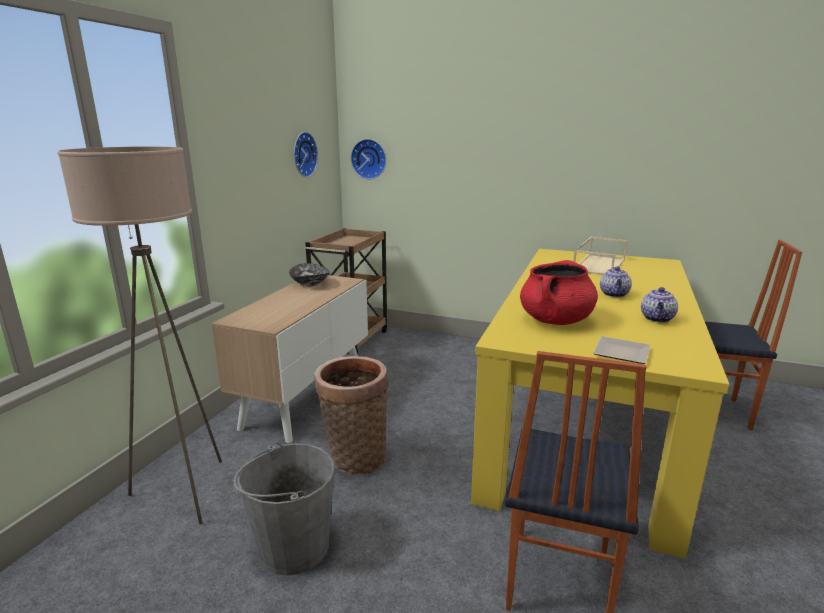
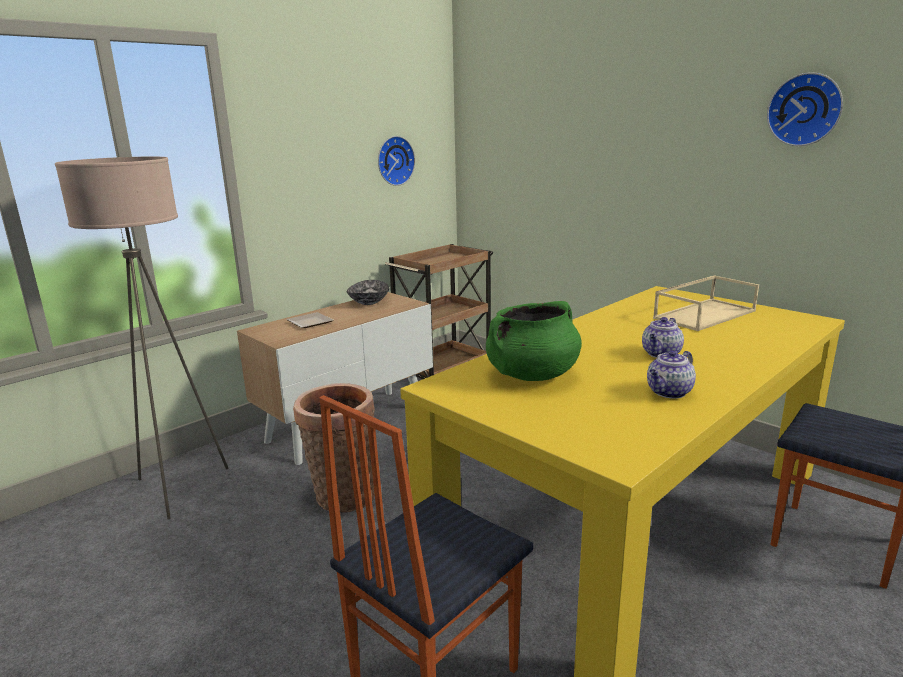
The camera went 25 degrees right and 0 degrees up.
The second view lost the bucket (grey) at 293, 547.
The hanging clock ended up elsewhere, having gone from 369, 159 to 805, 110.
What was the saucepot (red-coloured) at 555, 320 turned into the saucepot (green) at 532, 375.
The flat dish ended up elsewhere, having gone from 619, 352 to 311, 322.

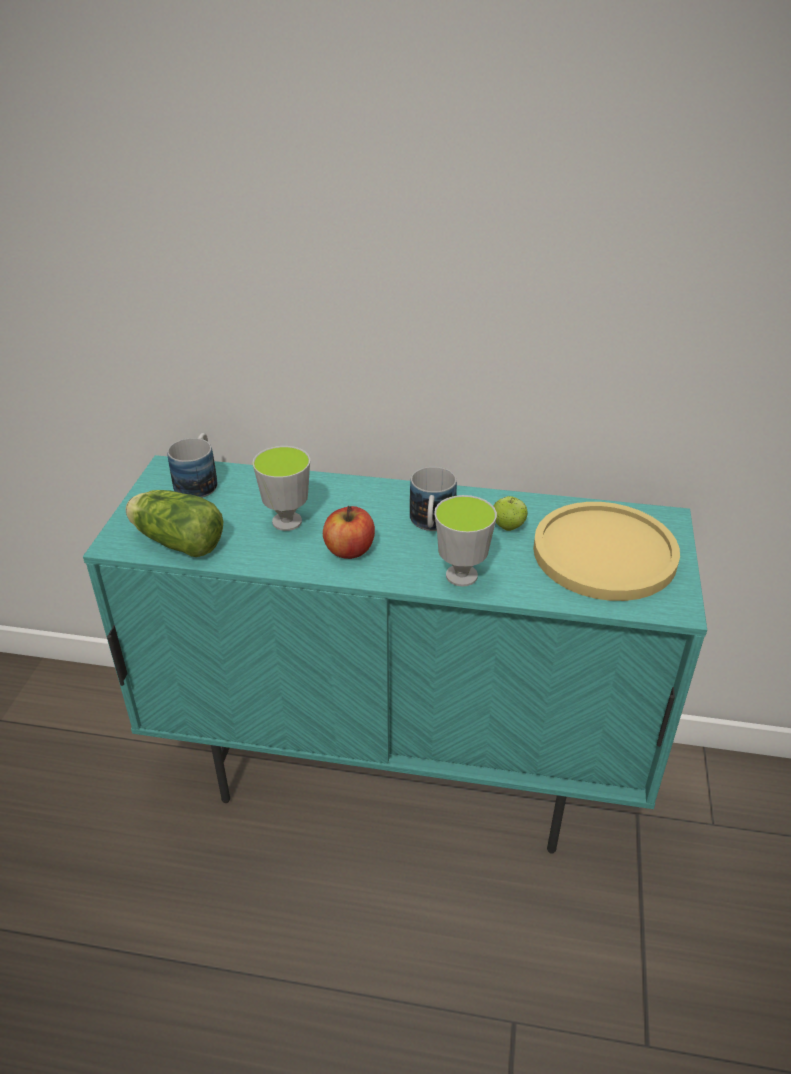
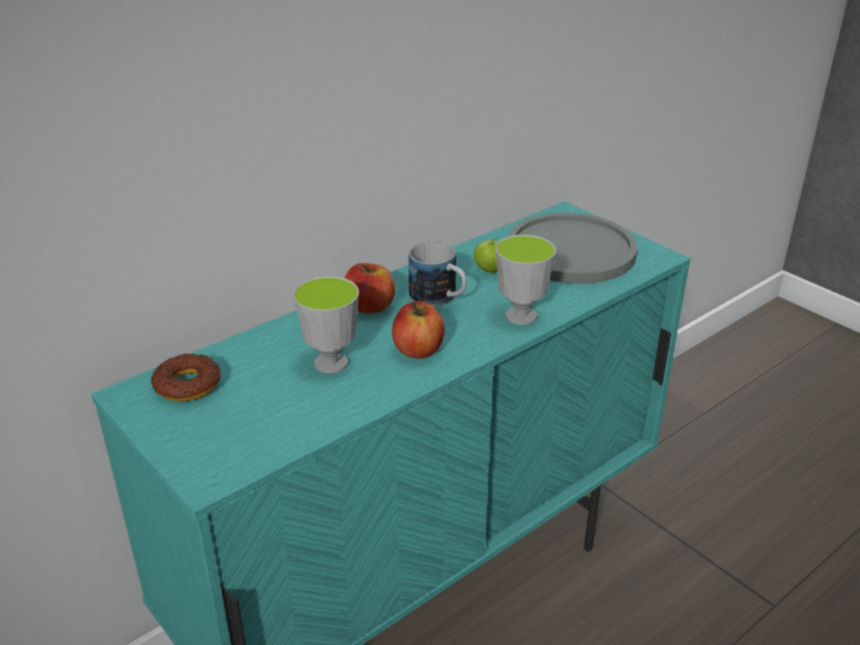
The camera went 50 degrees left and 5 degrees down.
The second view lost the head of lettuce at 175, 541.
Where the tea mug stood at 199, 481, the ring doughnut came to stand at 187, 384.
What was the flat dish (yellow-coloured) at 604, 553 turned into the flat dish (grey) at 571, 251.
The second view gained the apple at 370, 307.

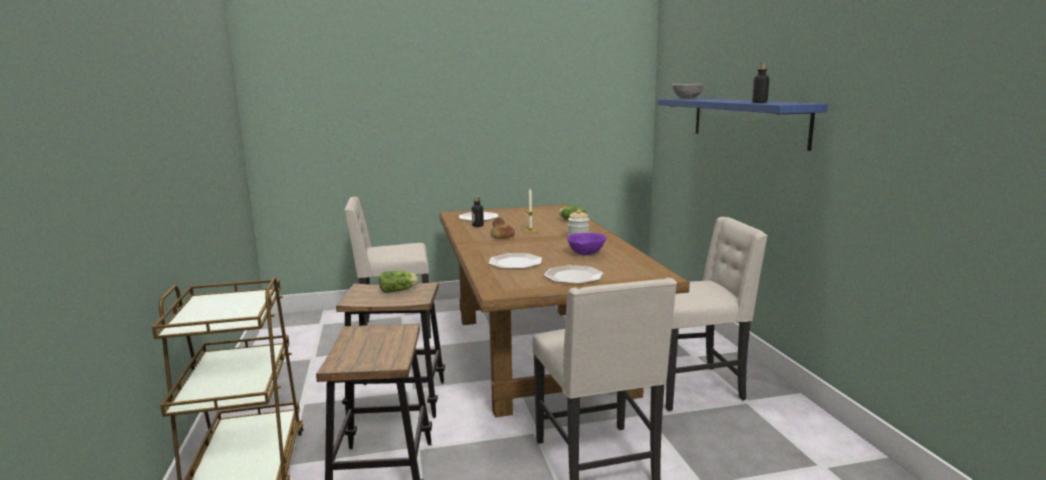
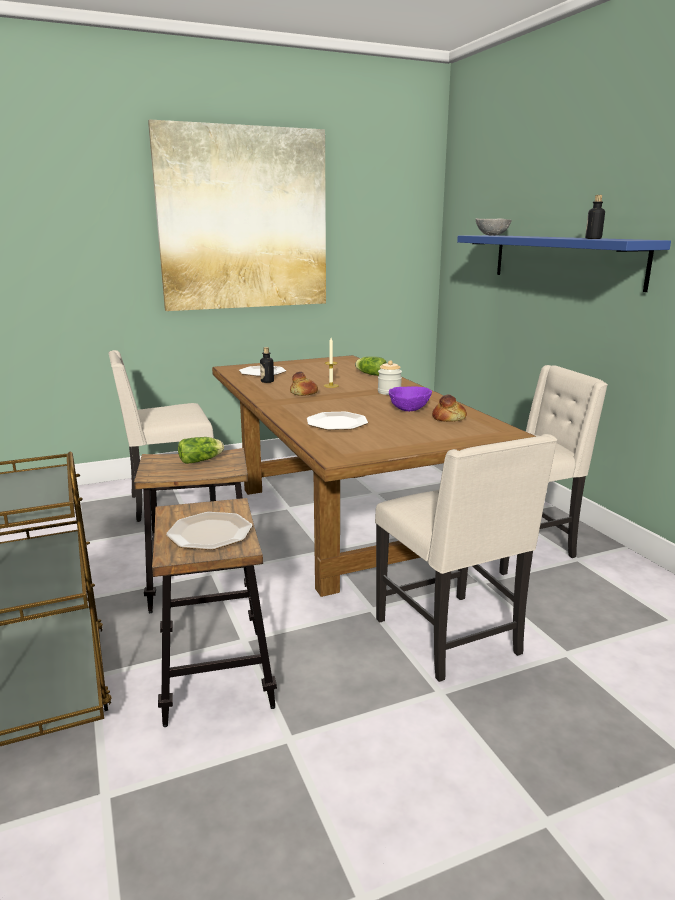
The camera went 10 degrees left and 5 degrees up.
The flat dish ended up elsewhere, having gone from 574, 276 to 210, 533.
The second view gained the picture at 243, 220.
The second view gained the bread at 449, 418.

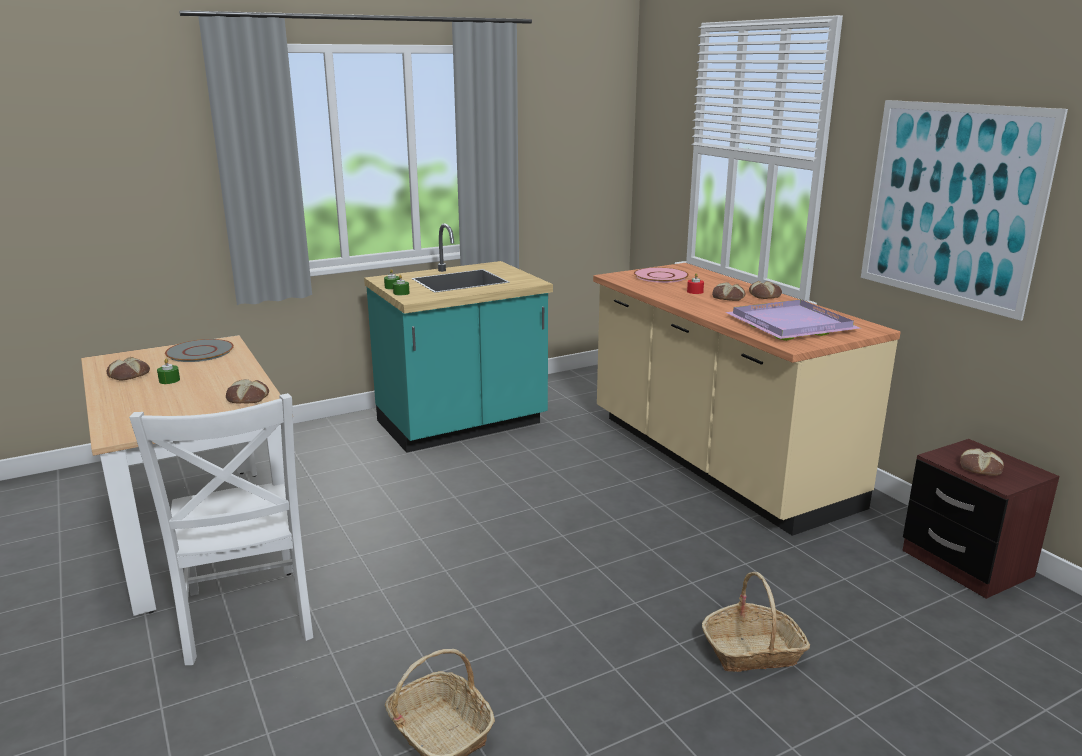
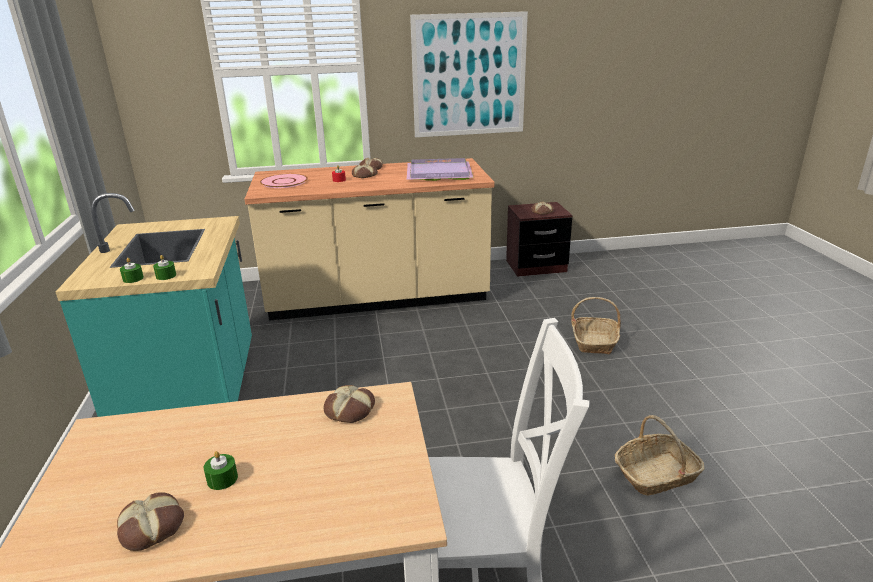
The camera went 70 degrees left and 5 degrees up.
The second view lost the flat dish (grey) at 200, 352.

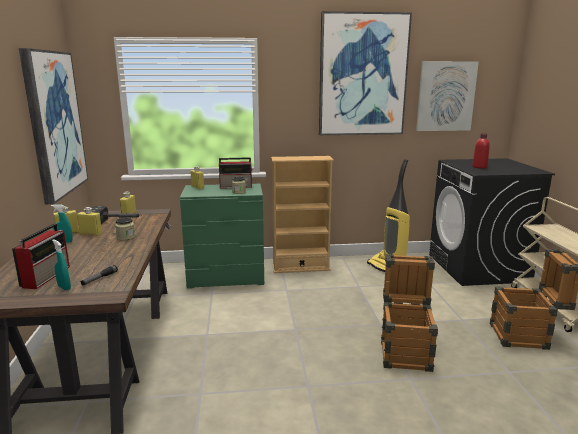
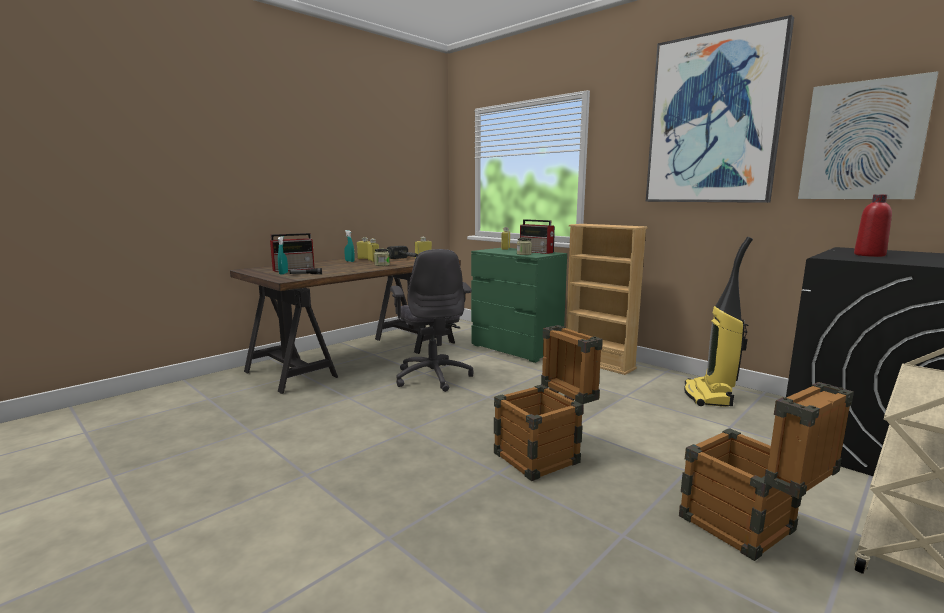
The camera went 50 degrees right and 5 degrees down.
The second view lost the picture at 54, 124.
The second view gained the desk chair (grey) at 433, 377.

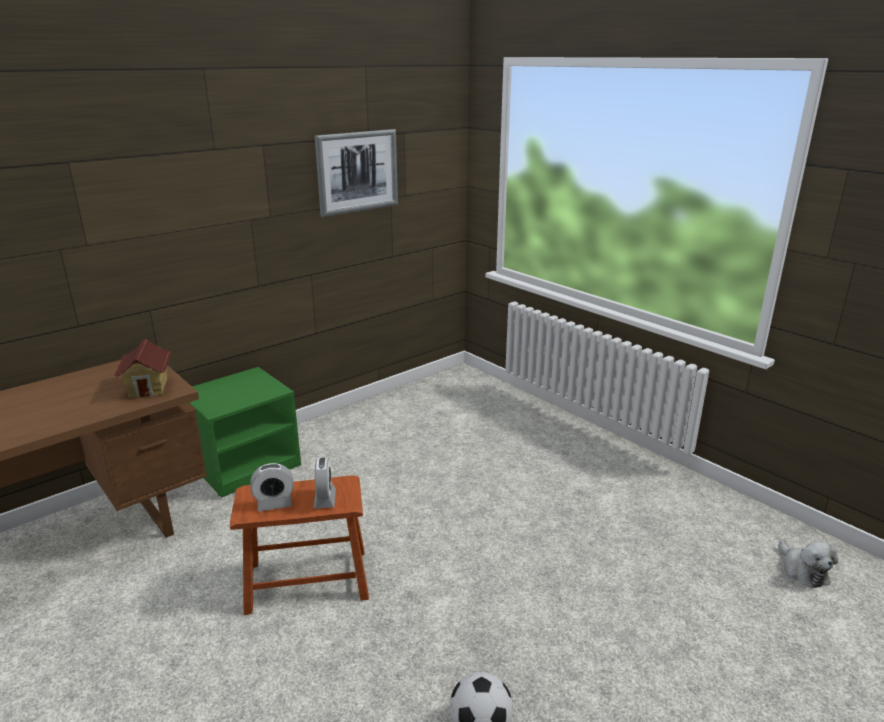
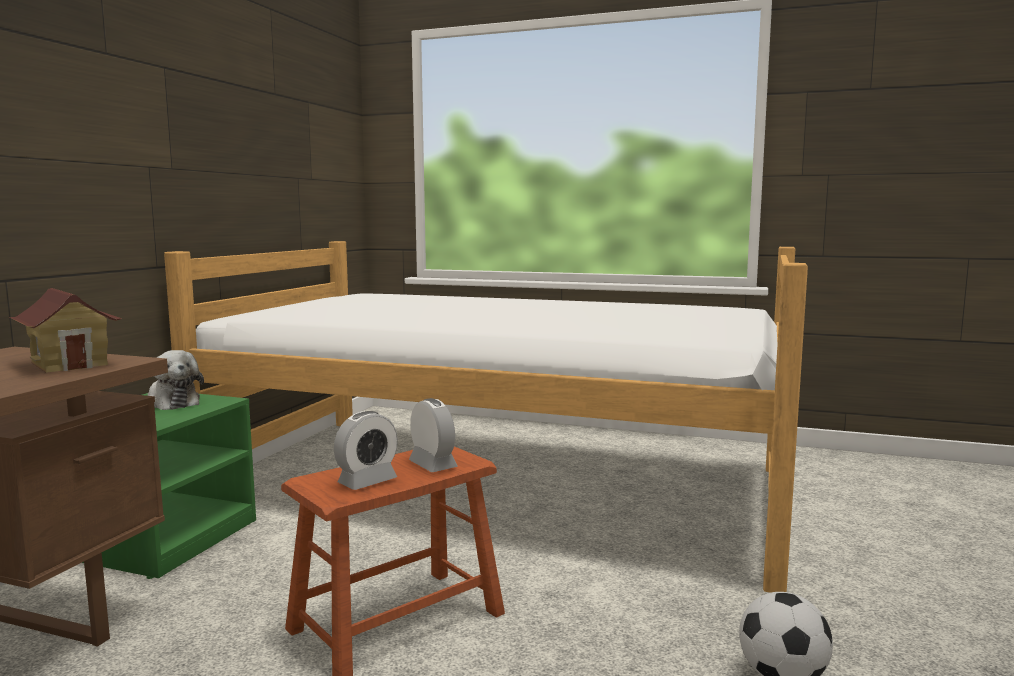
The camera went 30 degrees left and 15 degrees down.
The second view lost the picture at 357, 172.
The cuddly toy ended up elsewhere, having gone from 802, 570 to 172, 402.
The second view gained the bedroom bed at 498, 483.

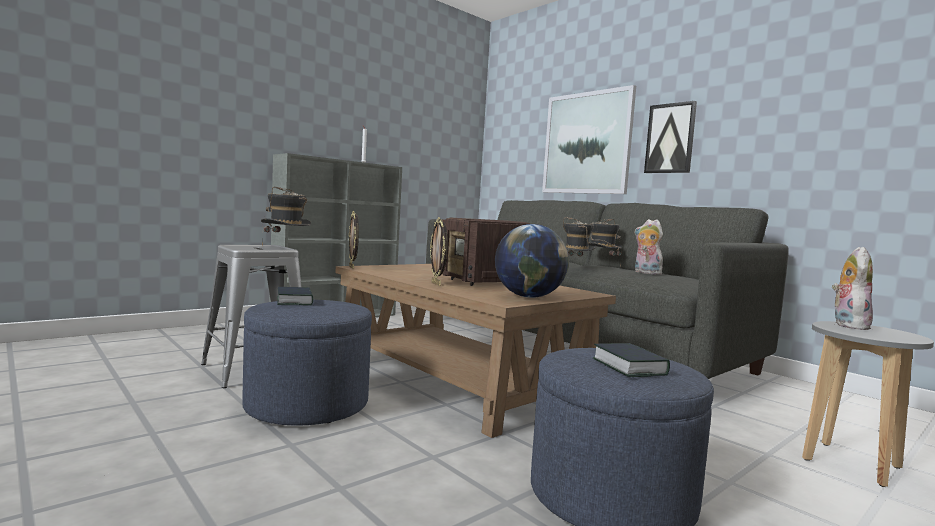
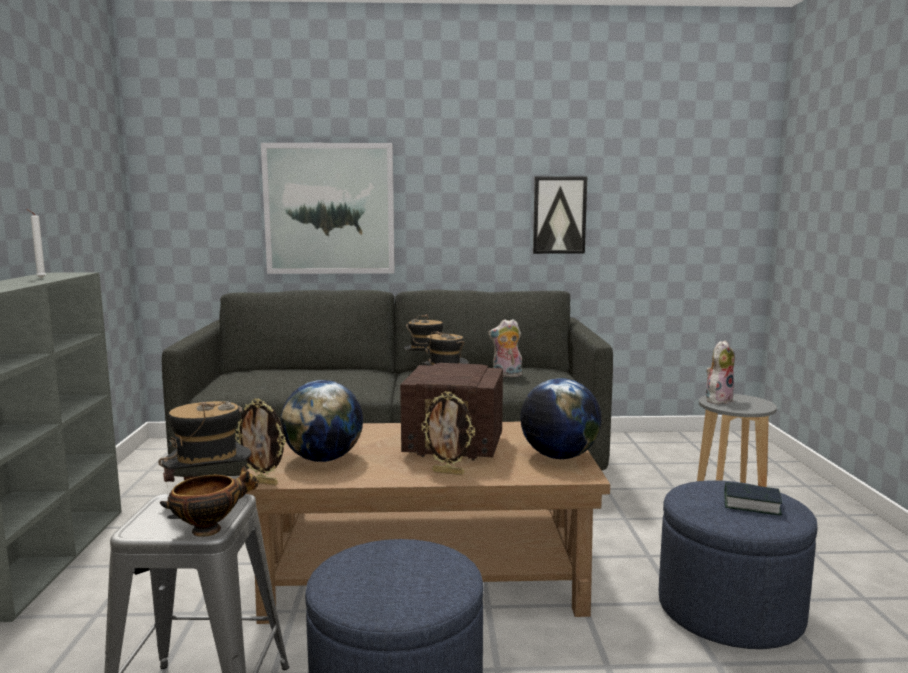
The camera went 50 degrees left and 5 degrees up.
The second view lost the book at 295, 301.
The picture ended up elsewhere, having gone from 670, 138 to 559, 215.
The cuddly toy at 847, 325 ended up facing another way, 75 degrees clockwise from before.
The second view gained the deep dish at 210, 529.
The second view gained the world globe at 324, 459.

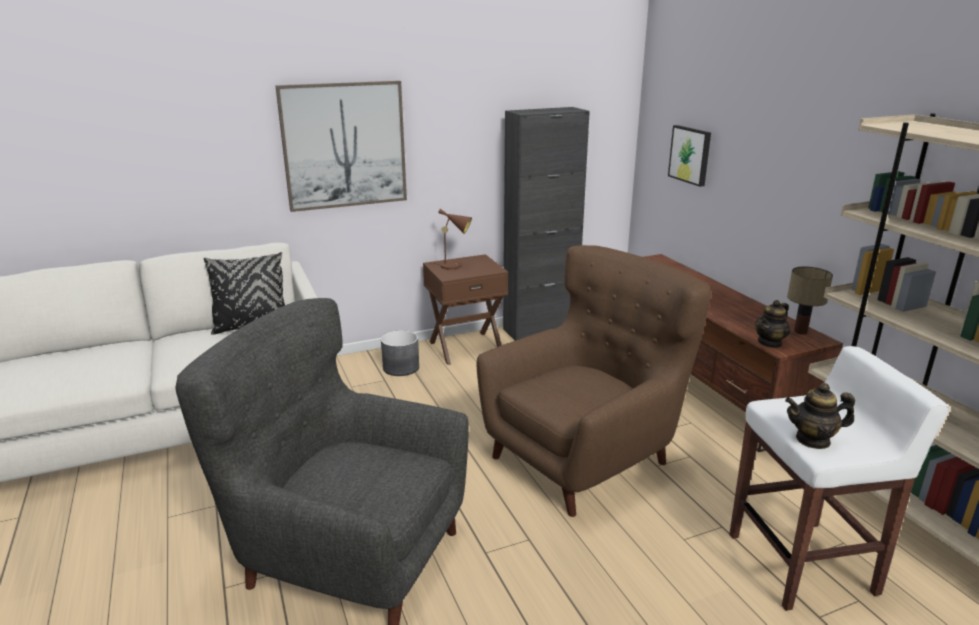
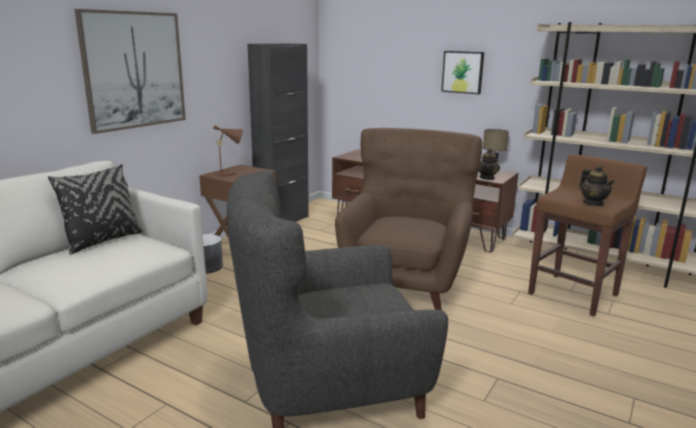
The camera went 35 degrees left and 5 degrees down.
The picture ended up elsewhere, having gone from 690, 155 to 463, 72.
What was the stool seat (white) at 803, 563 turned into the stool seat (brown-coloured) at 574, 294.
The pot for tea at 813, 440 ended up facing another way, 75 degrees counterclockwise from before.

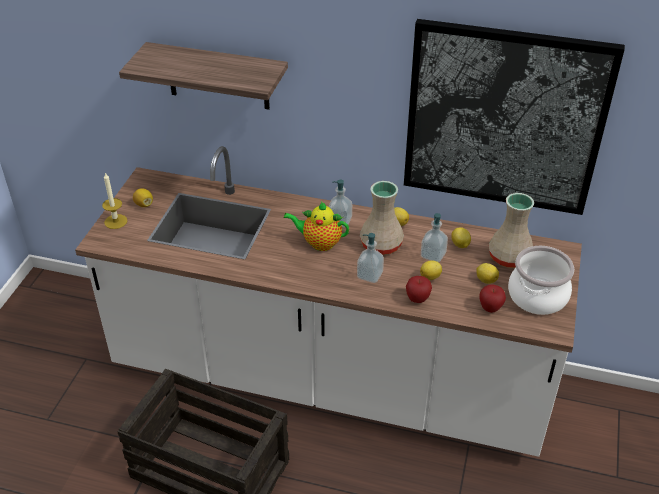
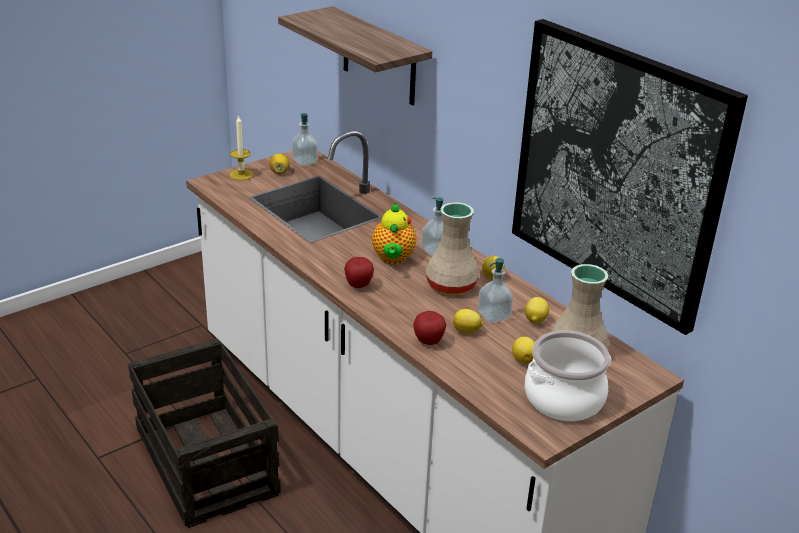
The camera went 35 degrees right and 10 degrees down.
The pot for tea at 319, 243 ended up facing another way, 135 degrees counterclockwise from before.
The soap bottle ended up elsewhere, having gone from 369, 275 to 305, 161.
The apple ended up elsewhere, having gone from 490, 308 to 358, 285.

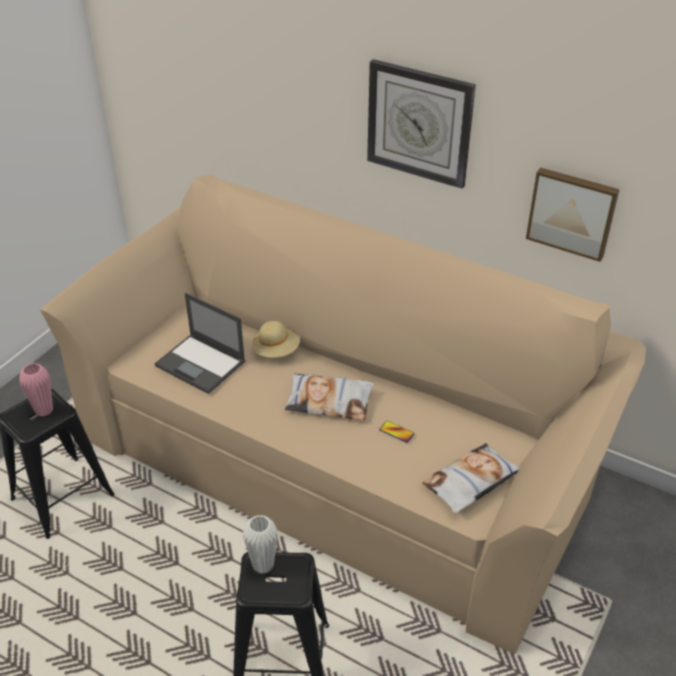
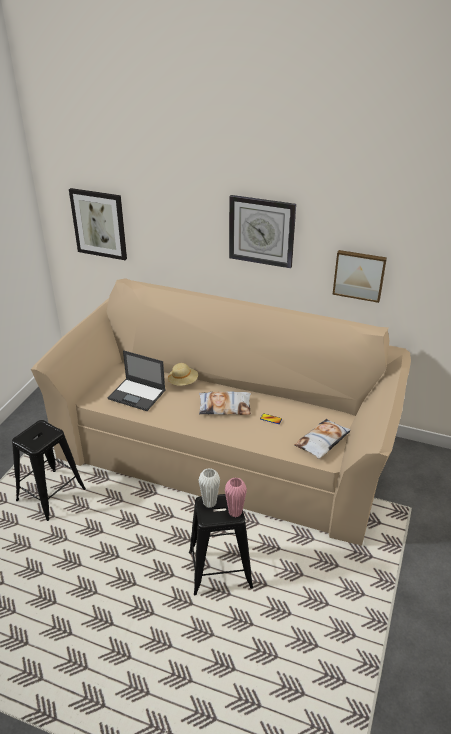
The camera went 10 degrees left and 5 degrees down.
The decorative vase (pinkish) ended up elsewhere, having gone from 44, 410 to 235, 512.
The second view gained the picture at 99, 224.

